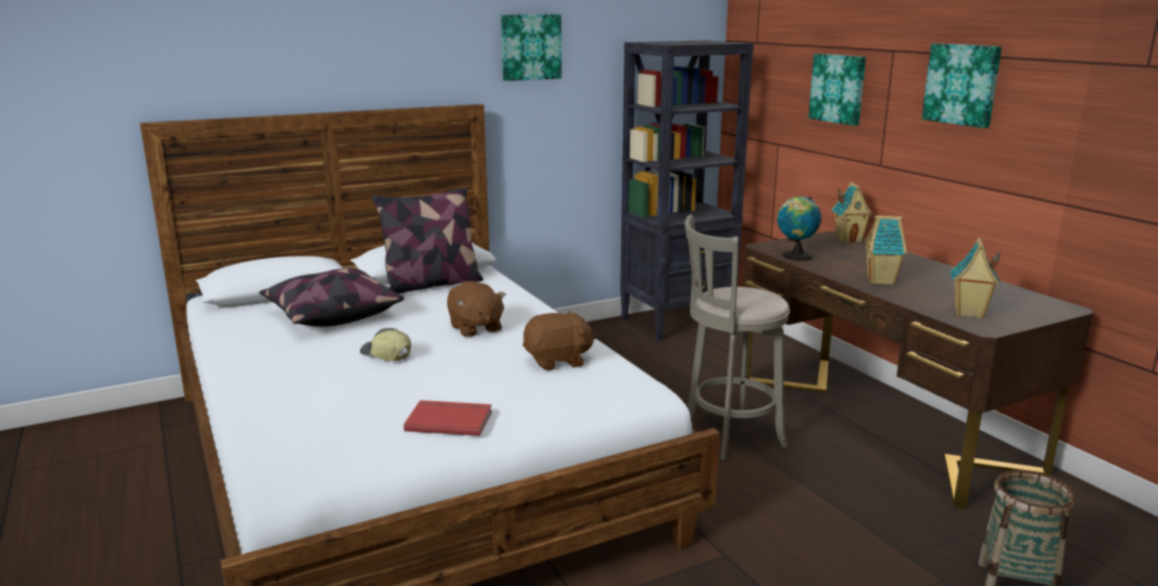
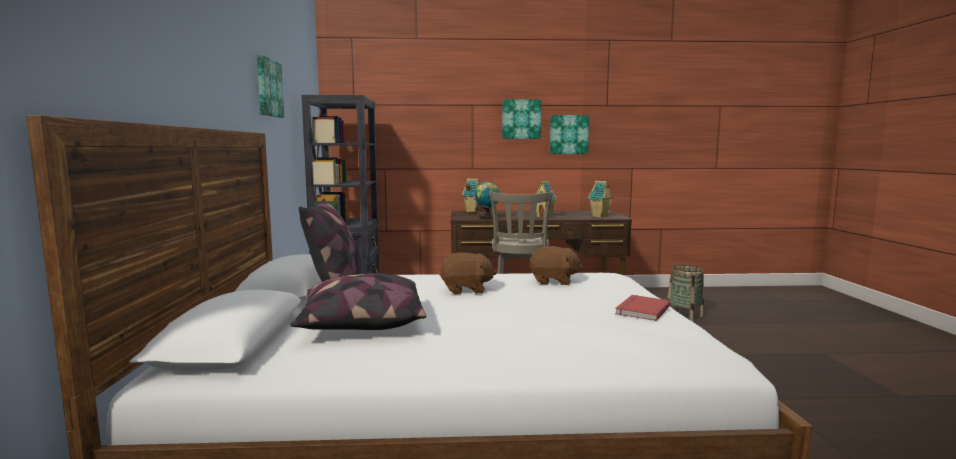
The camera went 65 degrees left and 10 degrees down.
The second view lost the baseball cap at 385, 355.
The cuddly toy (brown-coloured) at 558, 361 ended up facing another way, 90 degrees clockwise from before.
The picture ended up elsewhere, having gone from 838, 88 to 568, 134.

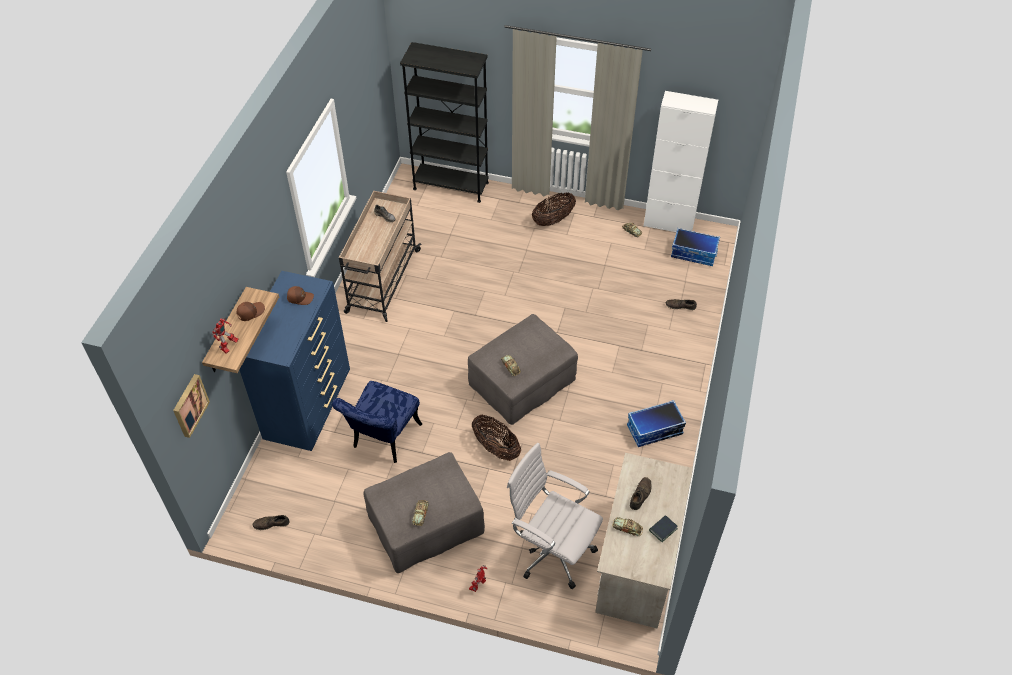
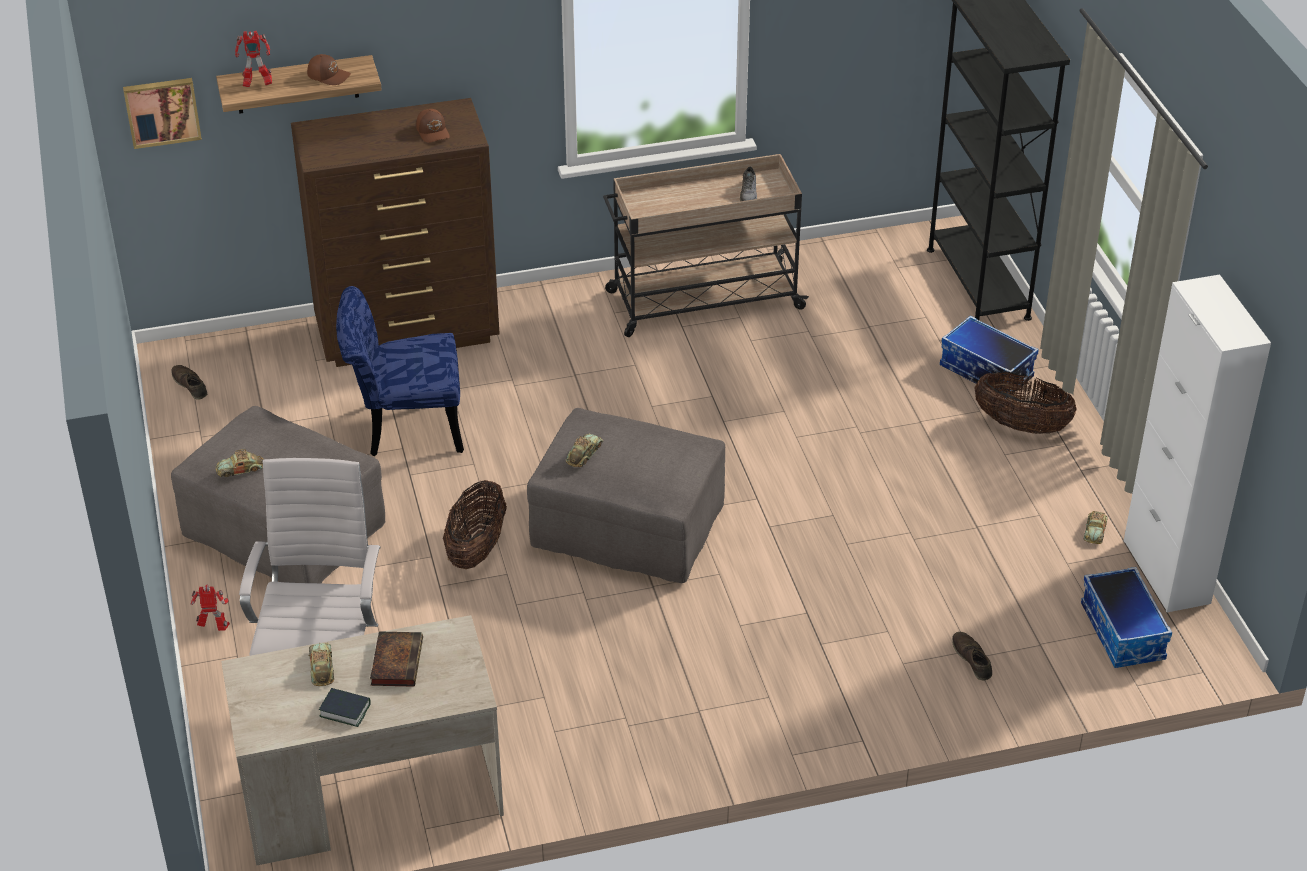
The camera went 60 degrees right and 10 degrees down.
What was the dresser (blue) at 310, 407 turned into the dresser (brown-coloured) at 408, 333.
The storage container ended up elsewhere, having gone from 654, 430 to 985, 372.
Where the shoe (brown-coloured) stood at 640, 495, the book came to stand at 396, 661.

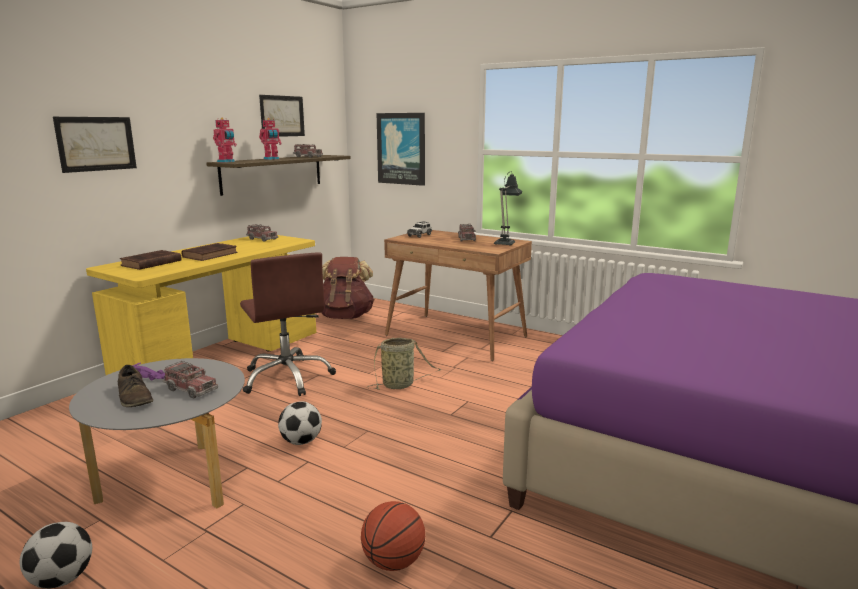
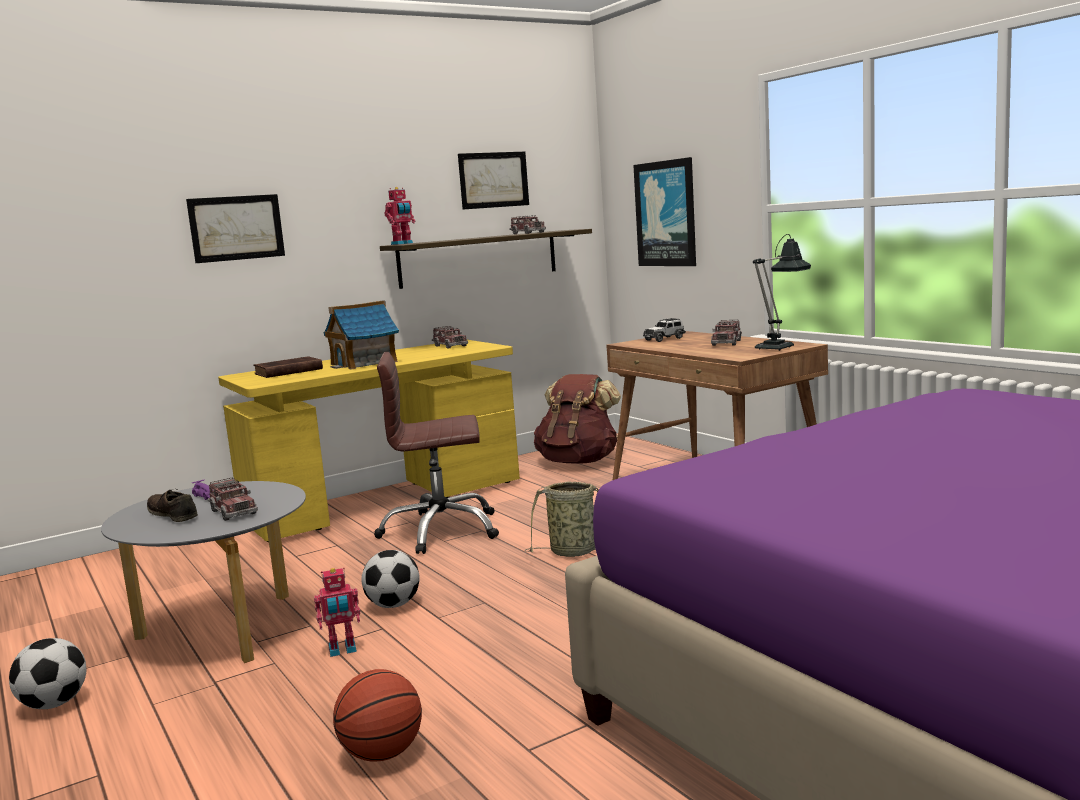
The camera went 25 degrees right and 5 degrees down.
The shoe (brown-coloured) at 135, 397 ended up facing another way, 150 degrees clockwise from before.
Where the book (brown-coloured) stood at 211, 255, the model house came to stand at 364, 363.
The desk chair (brown-coloured) at 288, 378 ended up facing another way, 90 degrees clockwise from before.
The robot figure ended up elsewhere, having gone from 272, 159 to 342, 650.

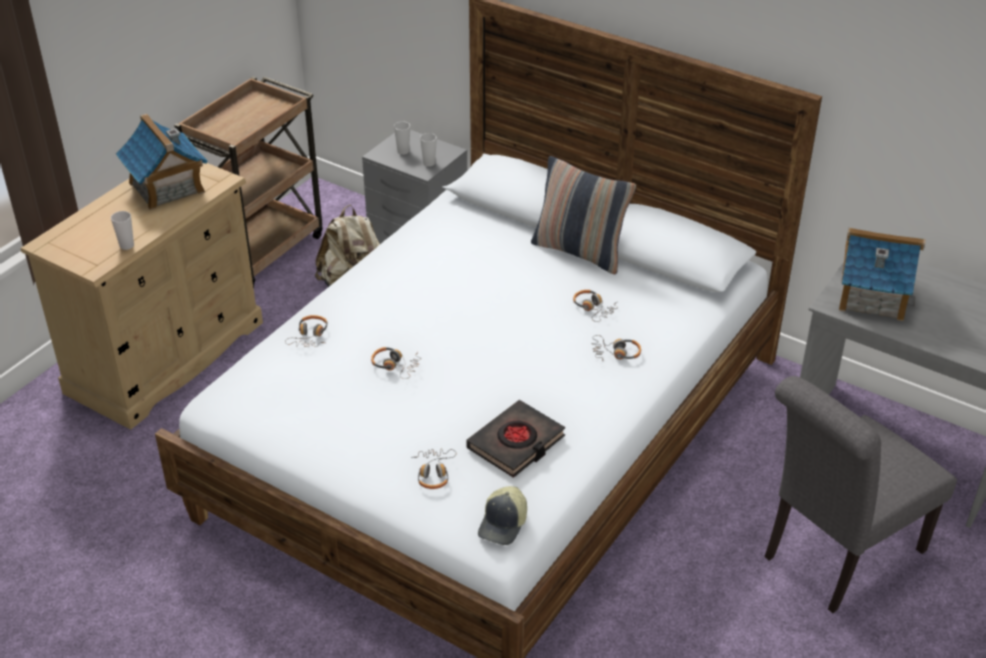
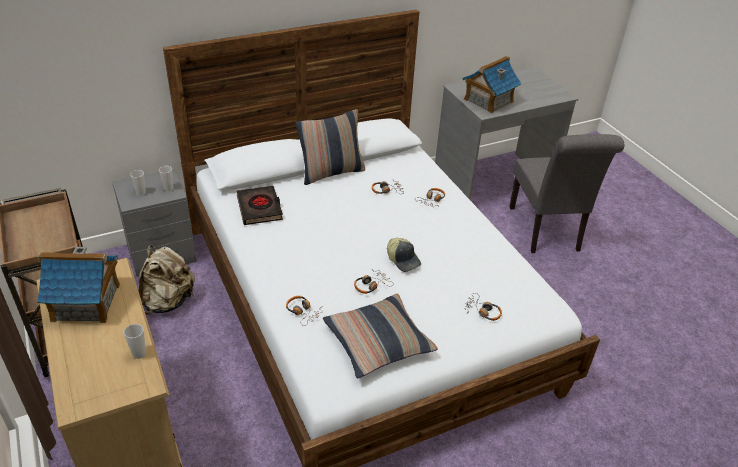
The camera went 60 degrees left and 0 degrees up.
The book (blackish) ended up elsewhere, having gone from 516, 443 to 260, 208.
The baseball cap ended up elsewhere, having gone from 504, 524 to 403, 259.
The second view gained the throw pillow at 378, 342.

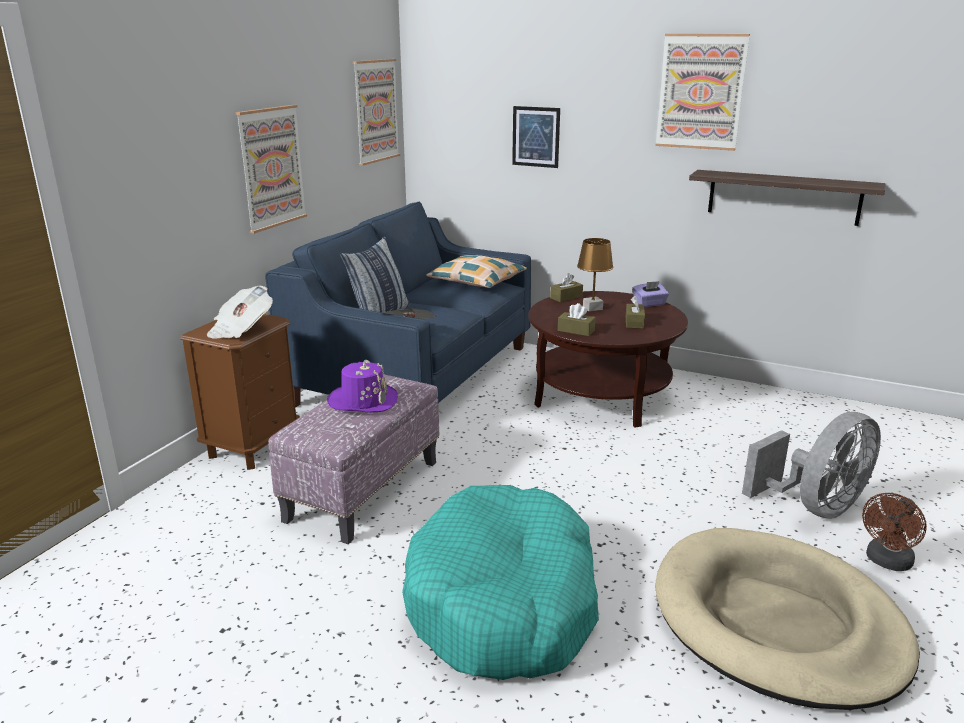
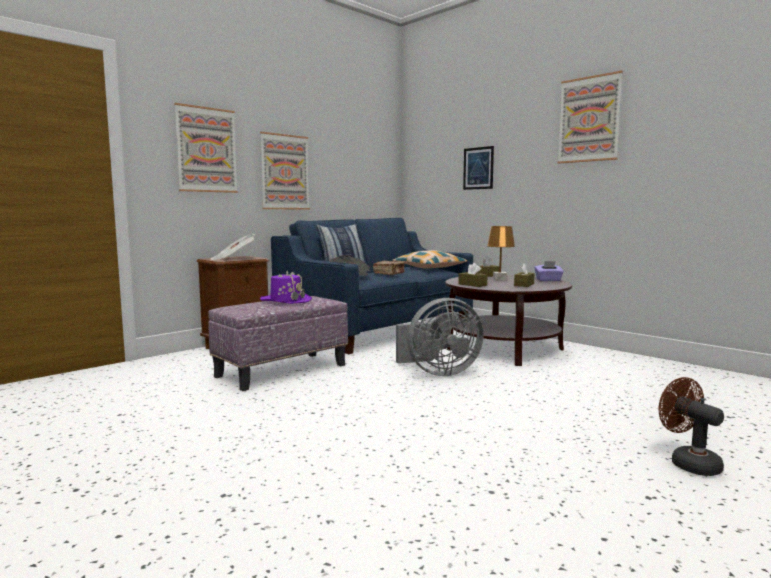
The camera went 20 degrees right and 15 degrees down.
The picture ended up elsewhere, having gone from 375, 111 to 206, 150.
The second view lost the dog bed (turquoise-coloured) at 504, 602.
The second view lost the dog bed (sand-coloured) at 776, 622.
The second view lost the bracket shelf at 783, 197.
The fan (grey) ended up elsewhere, having gone from 815, 507 to 438, 372.
The fan (brown-coloured) at 886, 562 ended up facing another way, 90 degrees clockwise from before.
The second view gained the book (brown-coloured) at 389, 274.

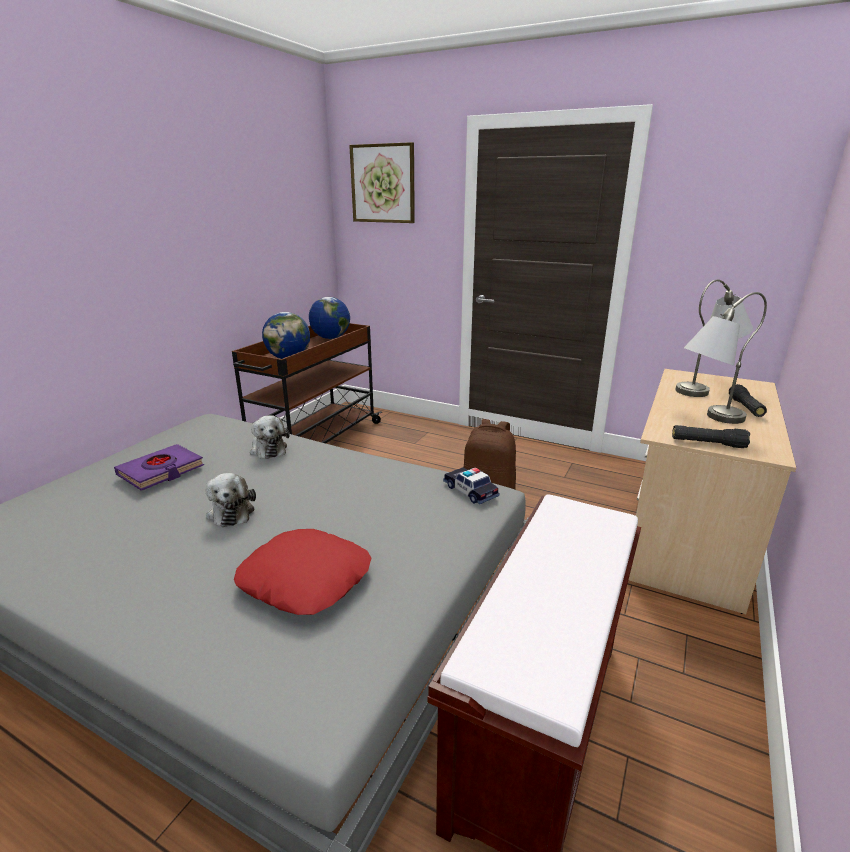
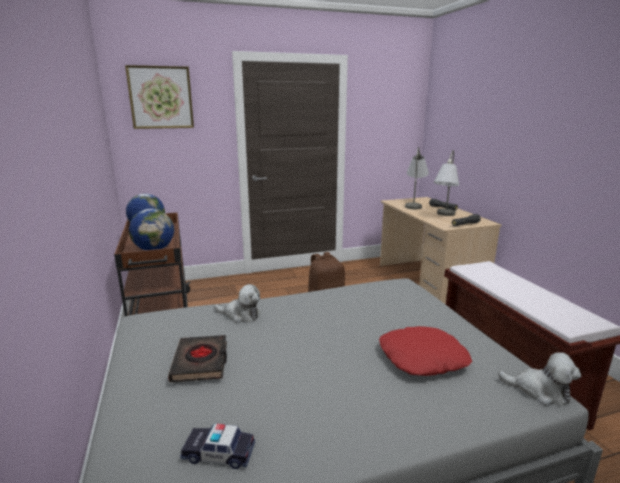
The camera went 45 degrees left and 5 degrees down.
What was the book (purplish) at 161, 471 turned into the book (blackish) at 201, 362.
The cuddly toy ended up elsewhere, having gone from 231, 511 to 539, 391.
The miniature car ended up elsewhere, having gone from 470, 491 to 219, 453.

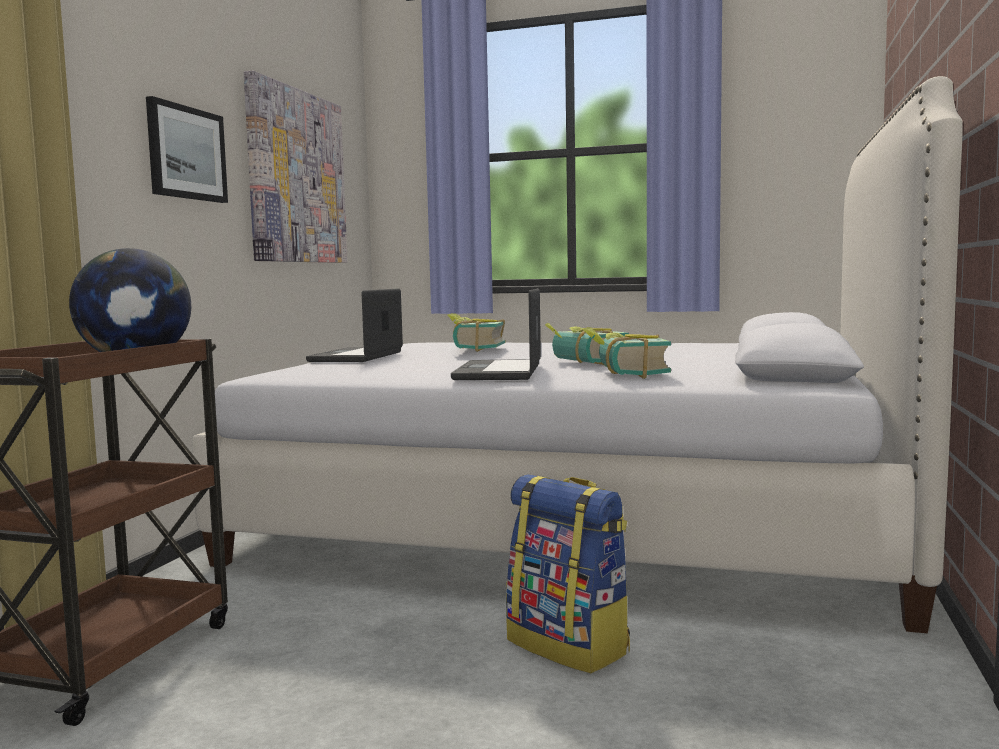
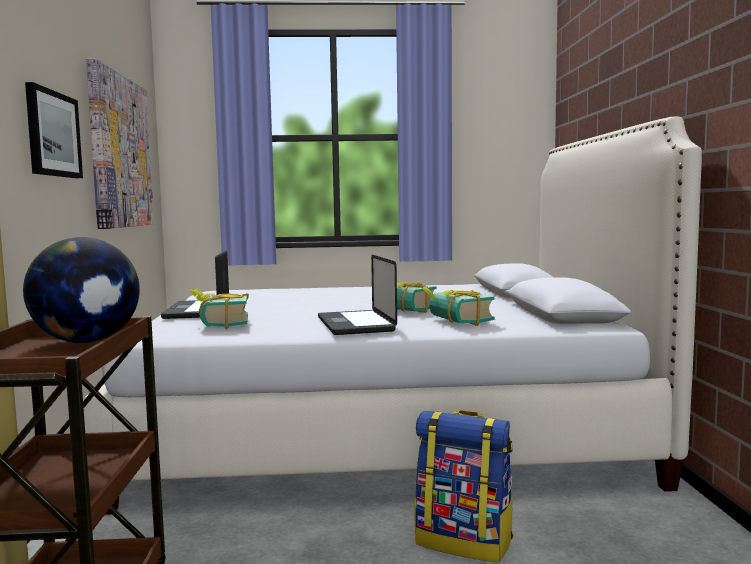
The camera went 20 degrees left and 0 degrees up.
The book ended up elsewhere, having gone from 473, 349 to 219, 324.

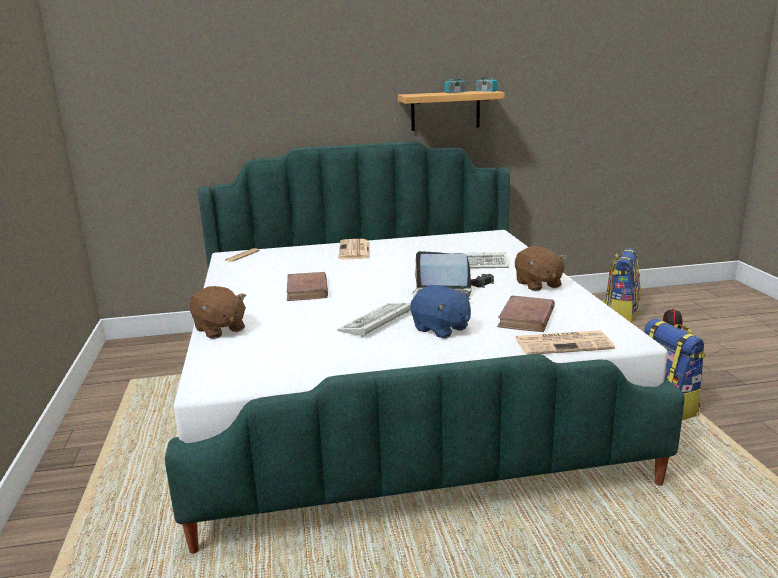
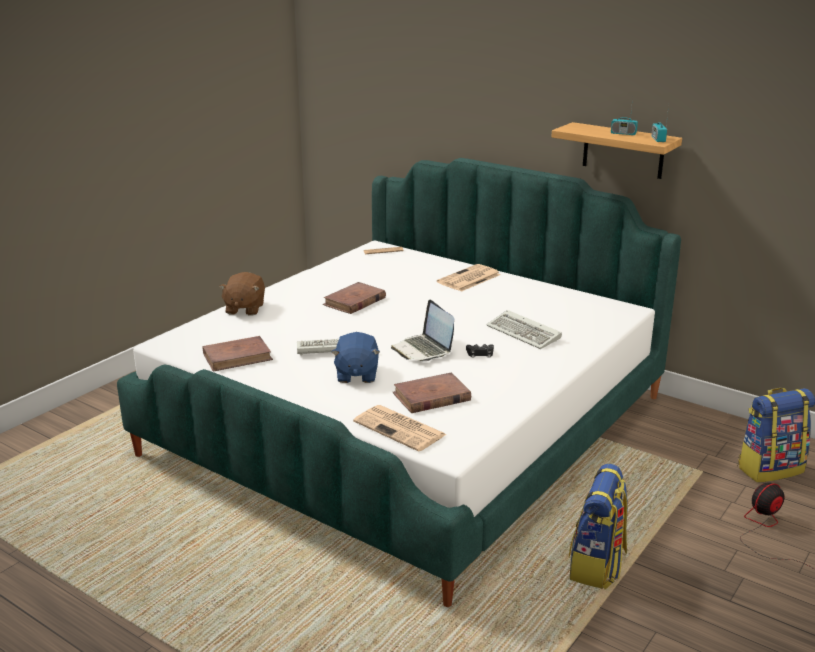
The camera went 45 degrees right and 5 degrees up.
The second view lost the cuddly toy (brown-coloured) at 538, 284.
The second view gained the book (brown-coloured) at 237, 357.

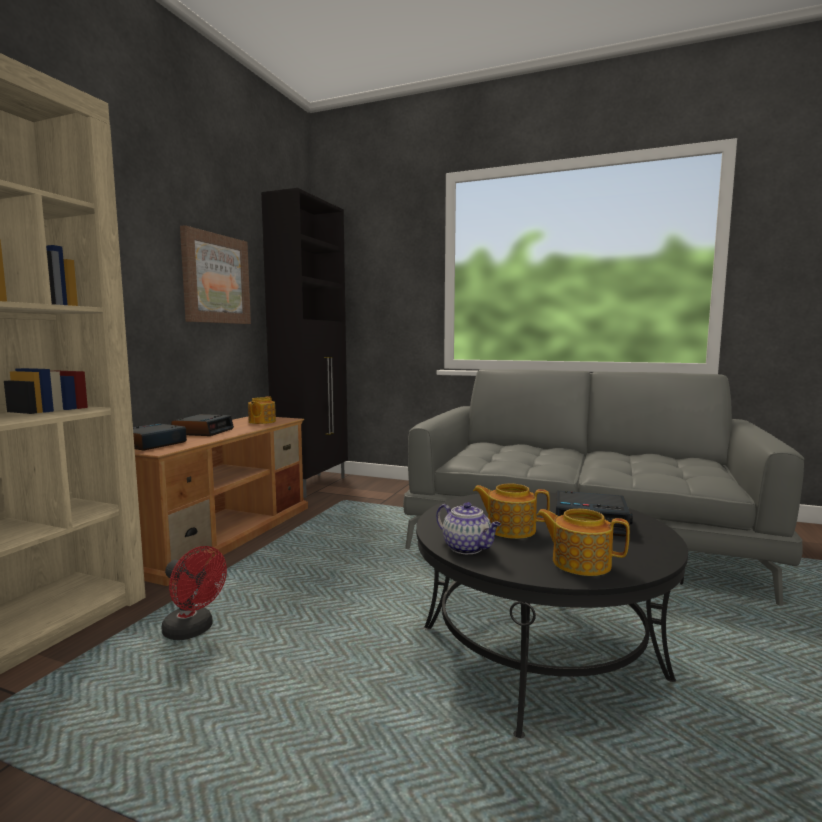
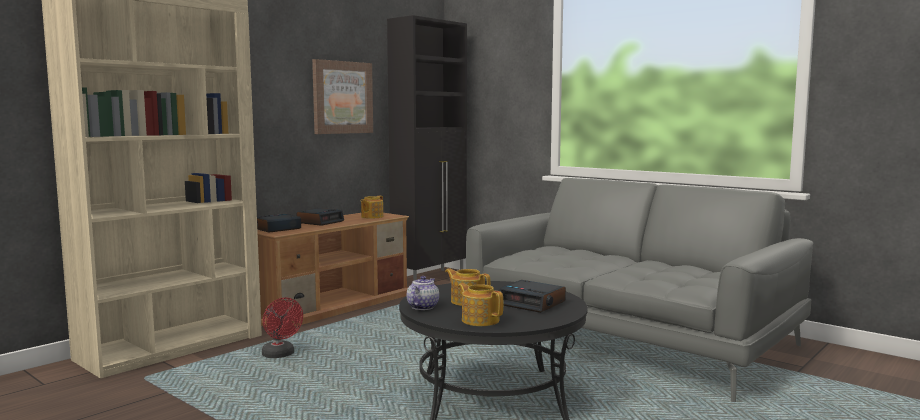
The camera went 20 degrees right and 0 degrees up.
The pot for tea at 468, 548 ended up facing another way, 135 degrees counterclockwise from before.

